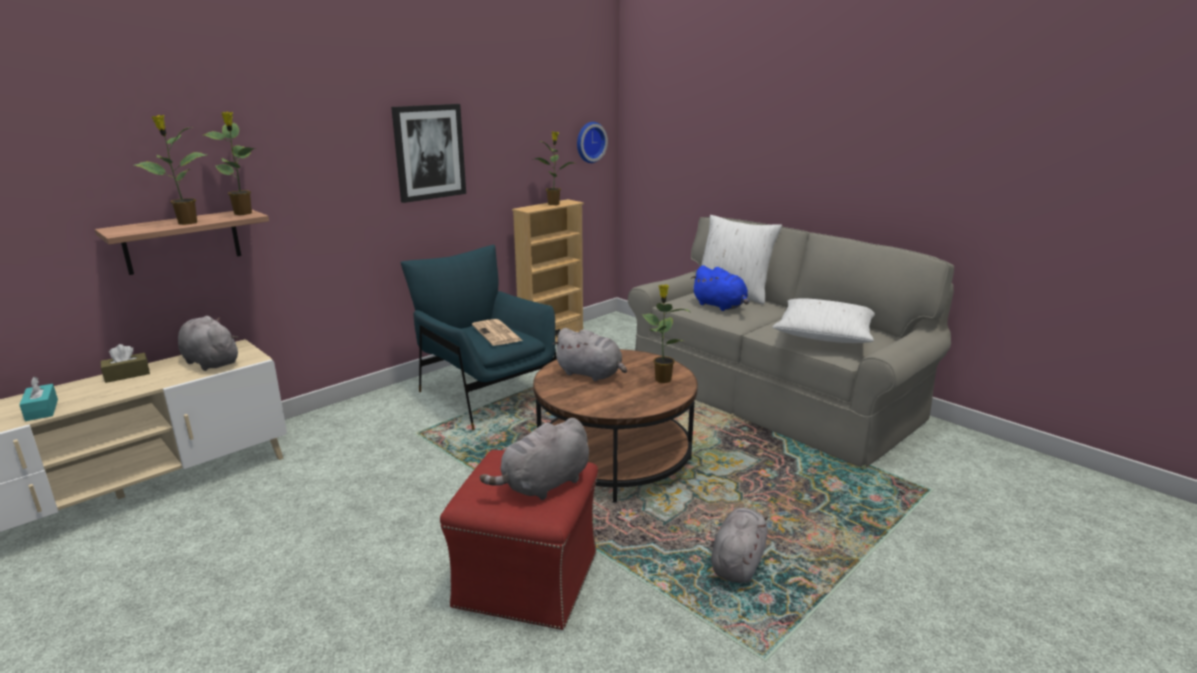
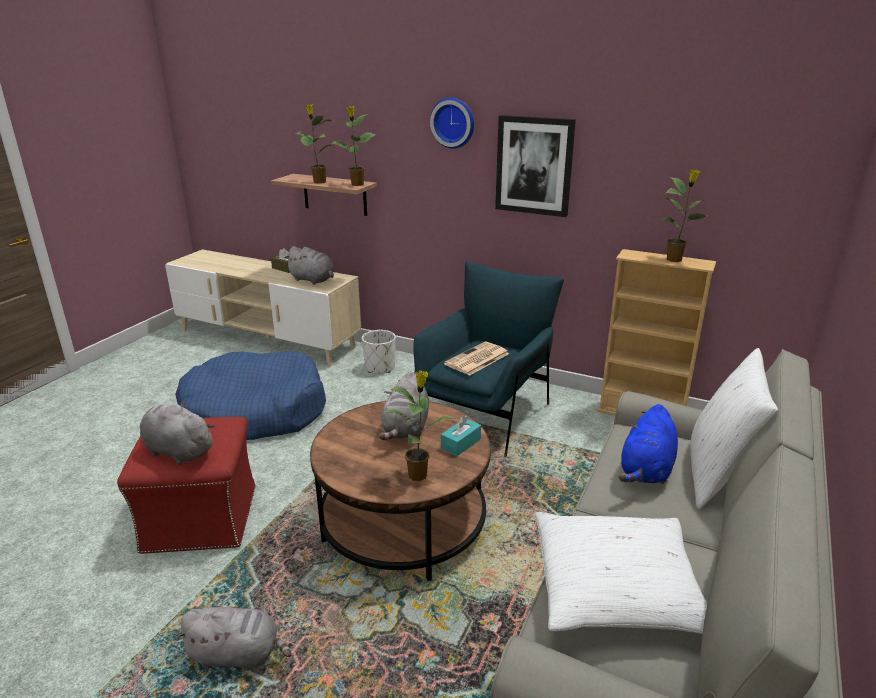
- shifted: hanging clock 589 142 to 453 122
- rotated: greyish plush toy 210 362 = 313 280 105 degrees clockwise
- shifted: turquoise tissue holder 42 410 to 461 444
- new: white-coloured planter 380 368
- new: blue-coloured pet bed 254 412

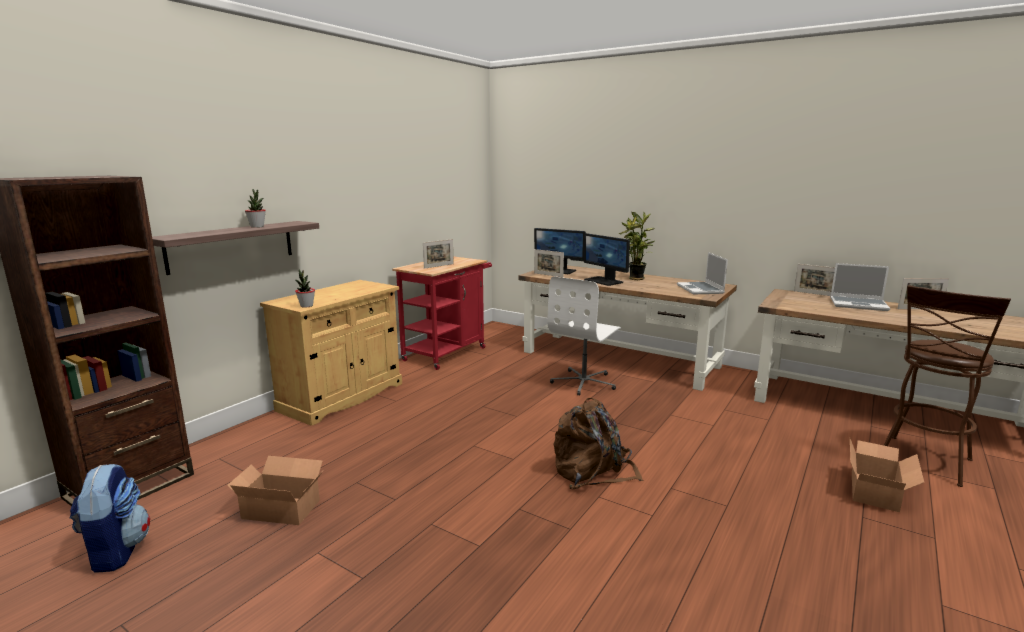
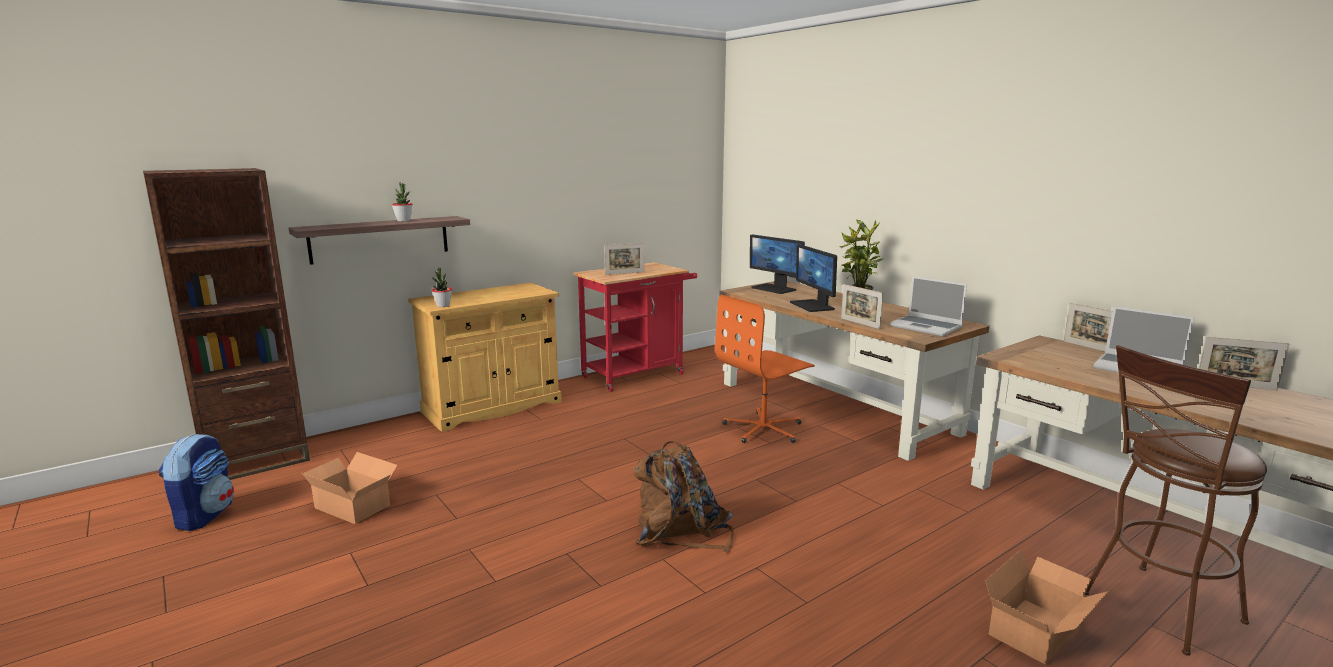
- shifted: picture frame 548 275 to 860 323
- rotated: portable computer 701 289 = 927 327 60 degrees counterclockwise
- repainted: white-coloured computer chair 584 382 to orange computer chair 764 429

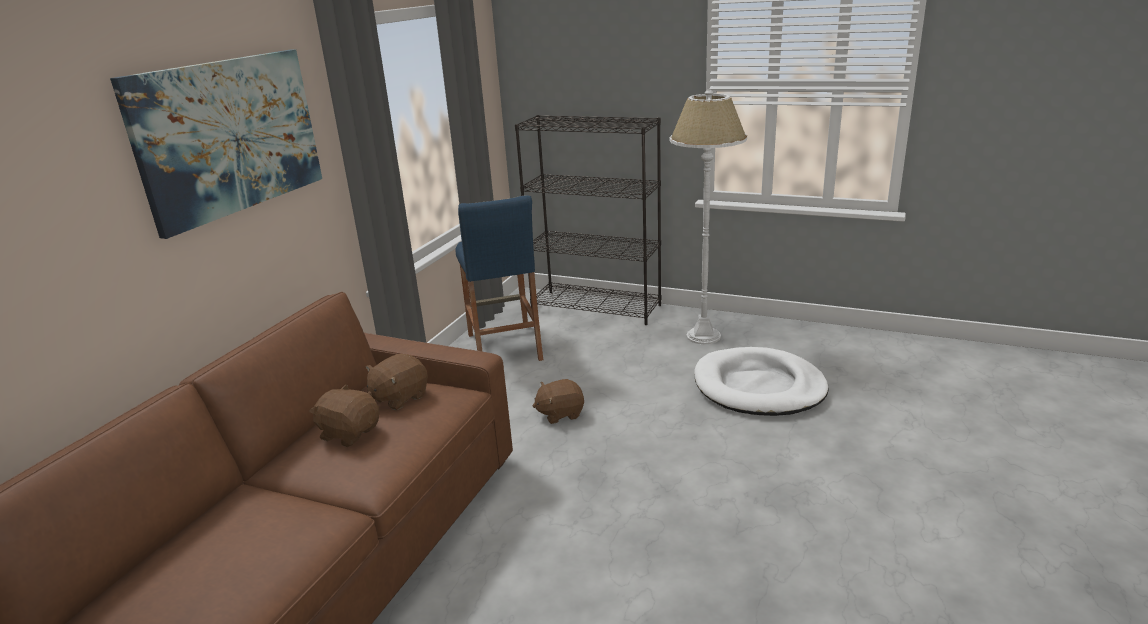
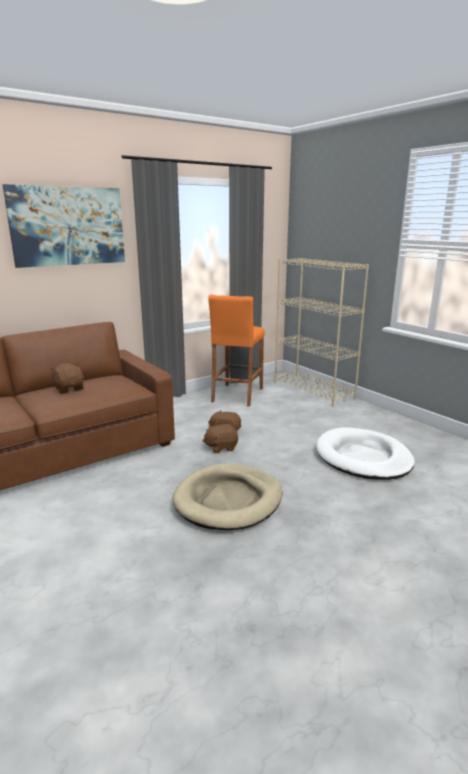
- gone: white-coloured standing lamp 703 336
- repainted: black shelving unit 596 307 to beige-coloured shelving unit 313 390
- repainted: blue-coloured stool seat 504 347 to orange stool seat 237 395
- shifted: brownish plush toy 399 397 to 221 447
- new: beige-coloured pet bed 228 500

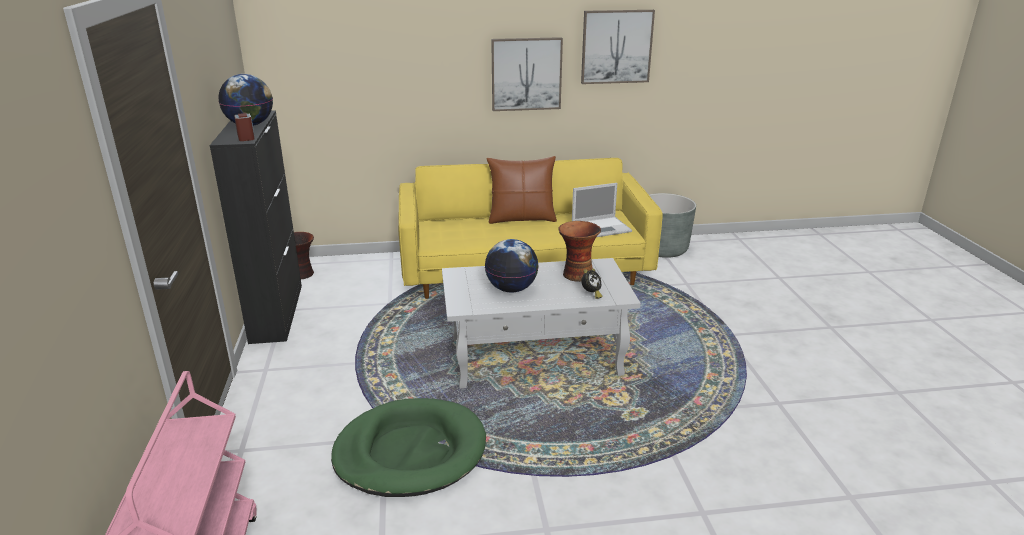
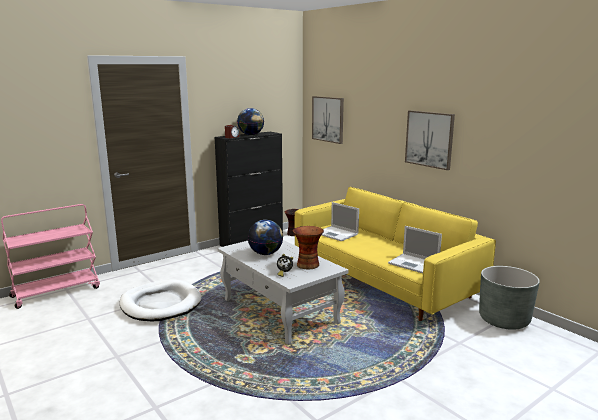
- shifted: wall picture 616 46 to 328 119
- gone: brownish cushion 521 219
- repainted: green pet bed 410 452 to white-coloured pet bed 160 304
- new: portable computer 337 234

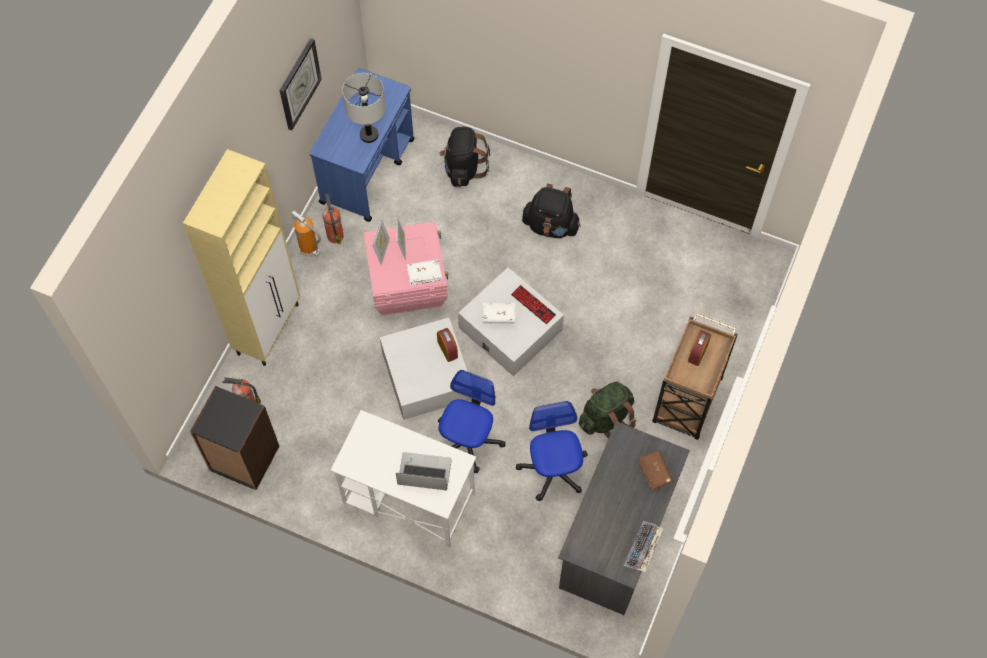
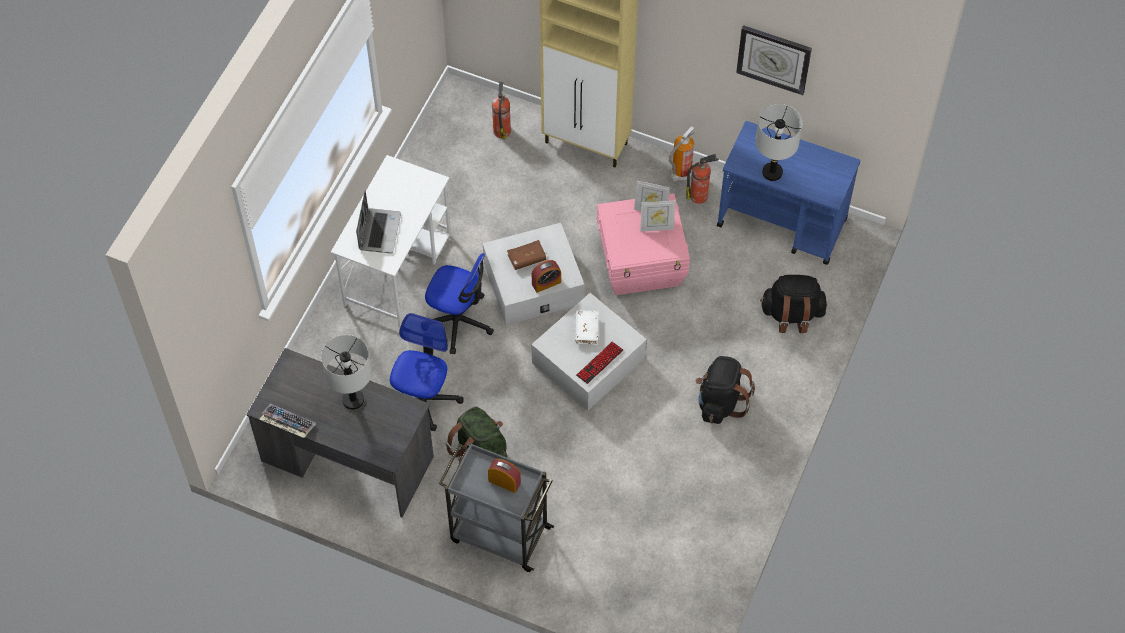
- gone: white-coloured volume 424 274
- repainted: brownish wheeled cart 687 402 to greyish wheeled cart 498 533
- gone: black shelving unit 244 459
- rotated: computer chair 553 469 = 423 399 60 degrees counterclockwise
- shifted: brownish volume 655 472 to 527 258
- new: greyish lamp for a table 353 400

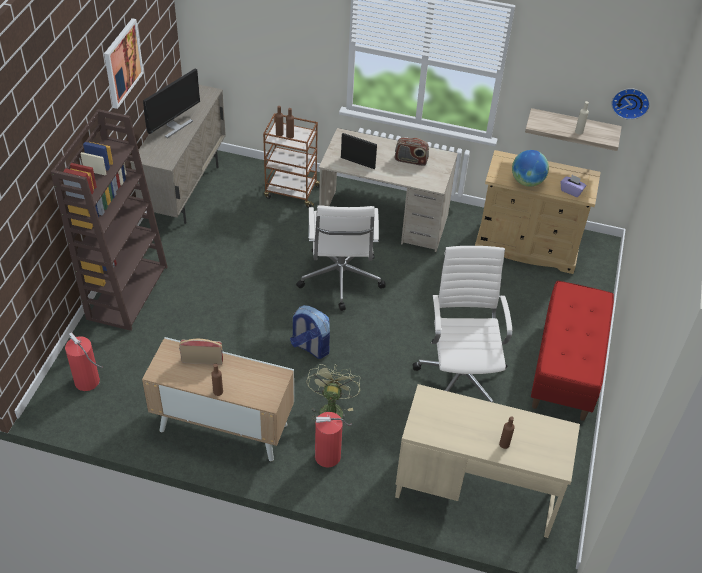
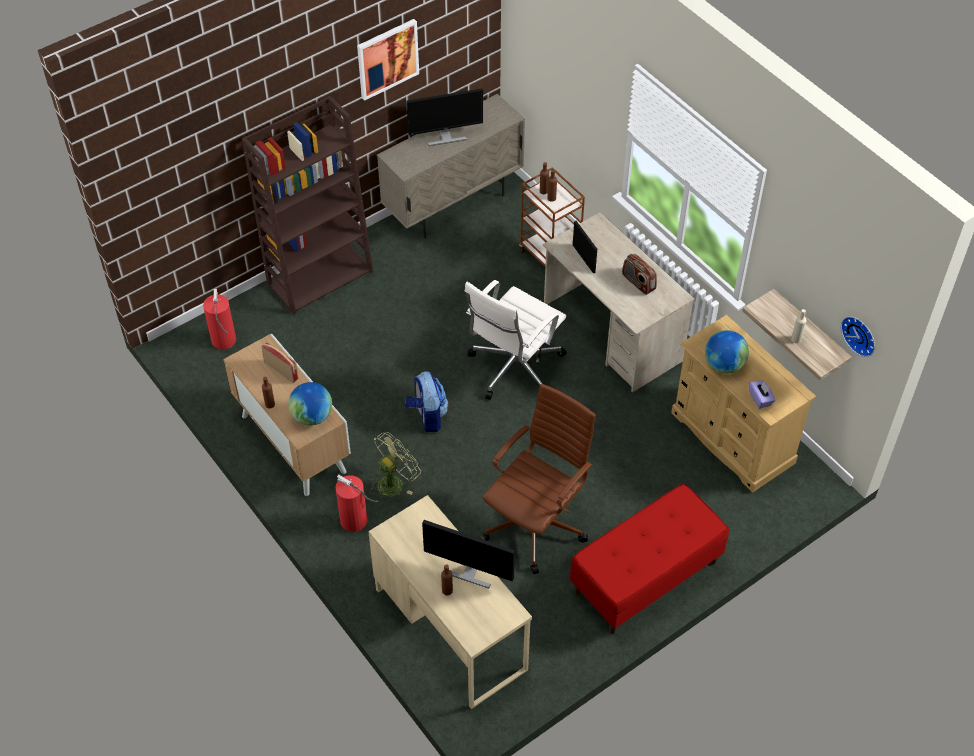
- repainted: white-coloured computer chair 461 376 to brownish computer chair 536 523
- new: globe 312 416
- new: computer screen 469 572

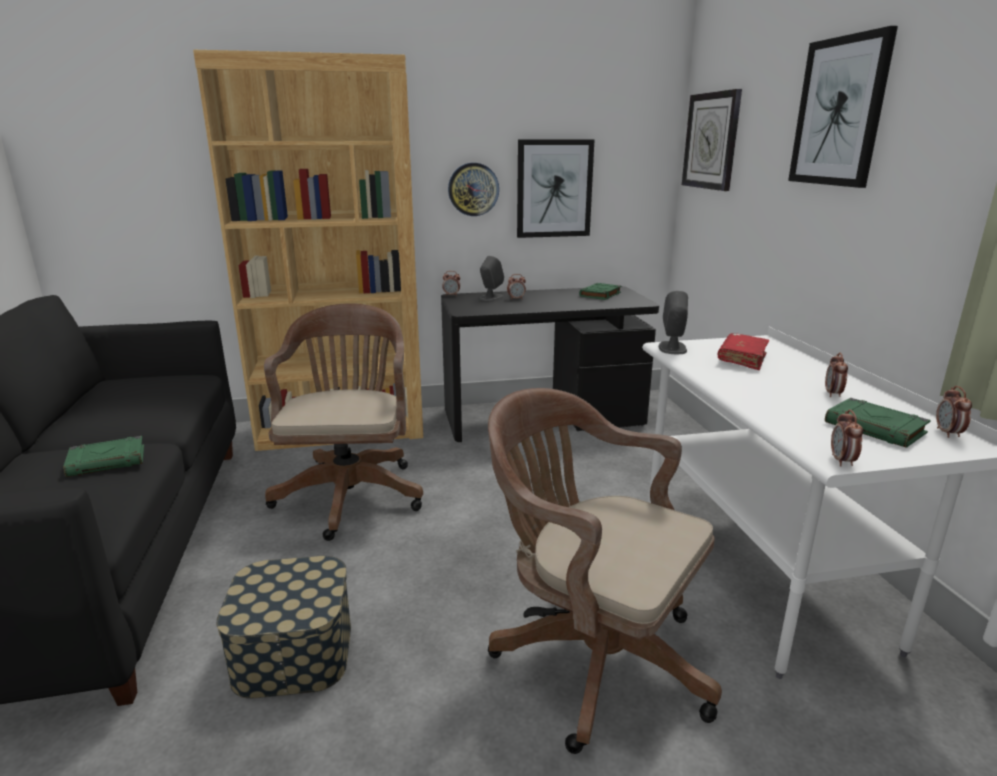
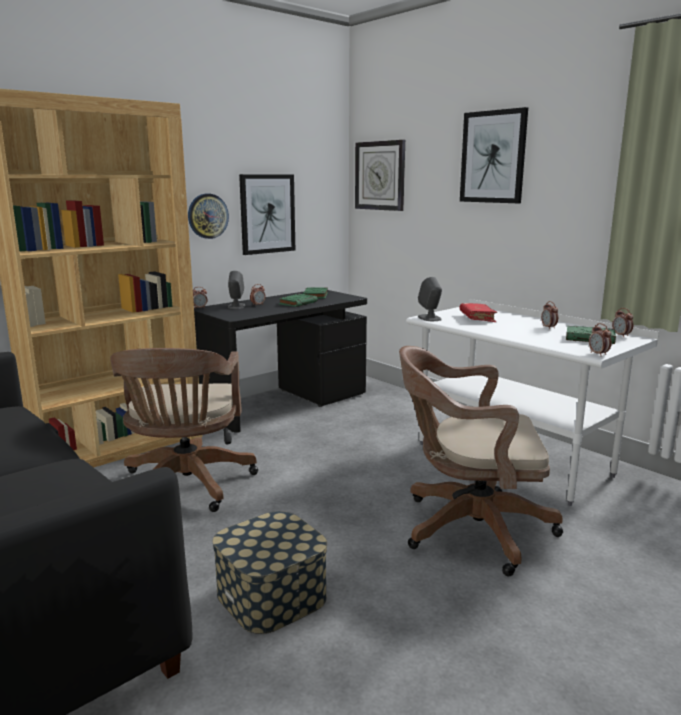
- rotated: brownish computer chair 351 492 = 186 487 150 degrees counterclockwise
- shifted: green volume 108 461 to 298 303

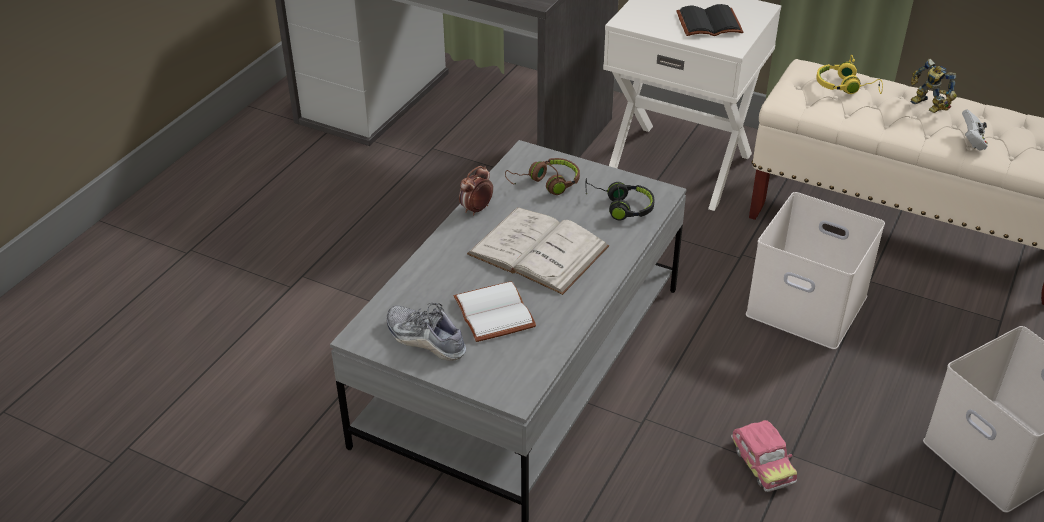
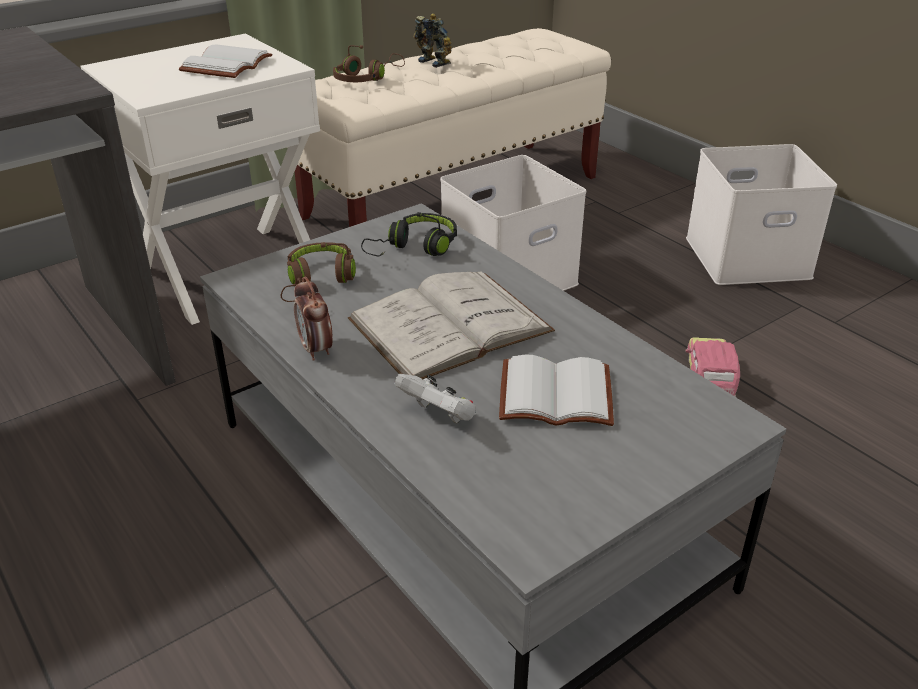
- repainted: black volume 708 25 to white-coloured volume 228 66
- repainted: yellowish pair of headphones 846 87 to brownish pair of headphones 365 78
- rotated: robot figure 926 106 = 435 61 120 degrees counterclockwise
- shifted: white-coloured joypad 971 142 to 439 416
- gone: item of footwear 425 339
- rotated: toy car 761 464 = 709 378 90 degrees counterclockwise

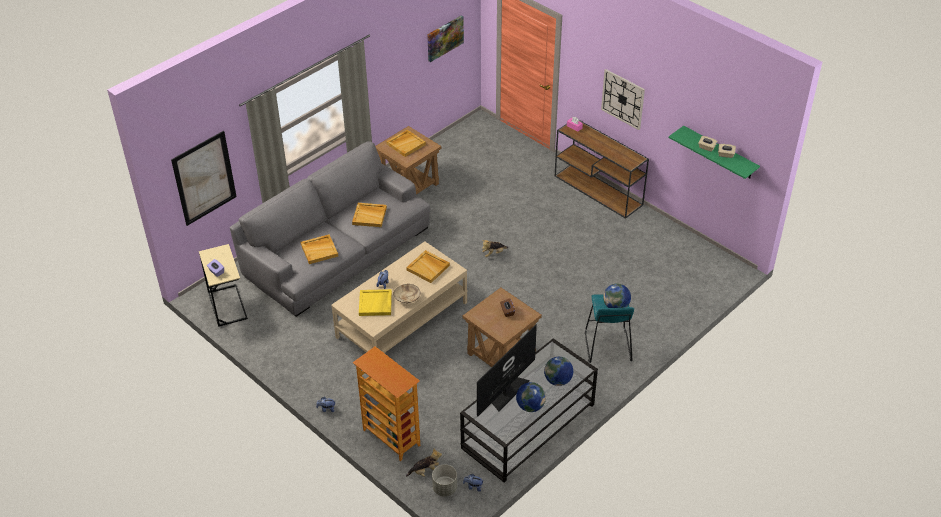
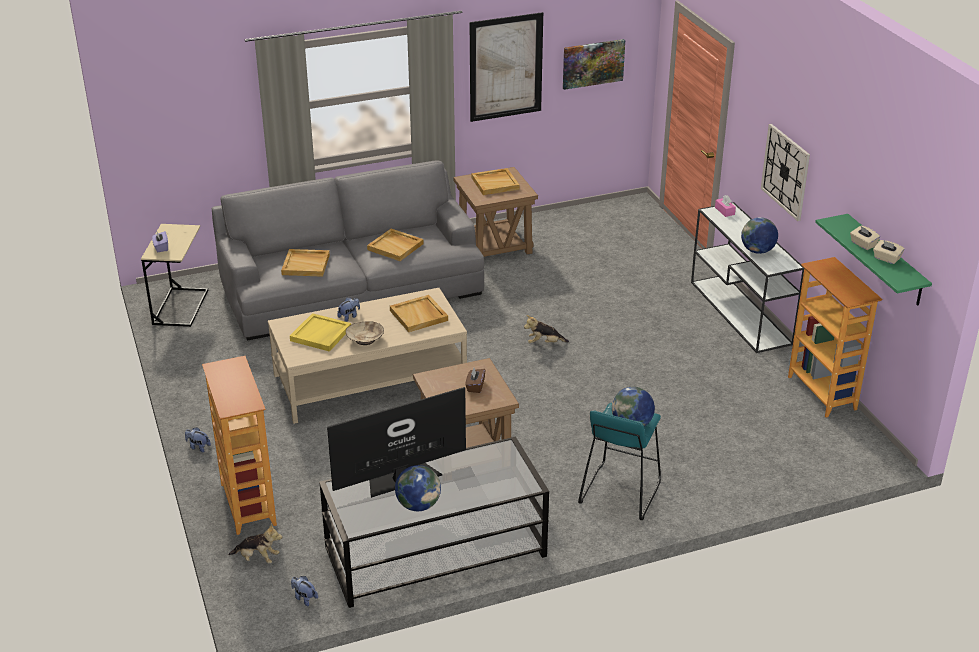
- repainted: brownish narrow table 599 191 to white-coloured narrow table 741 313
- shifted: wall picture 204 178 to 506 67
- shifted: globe 558 380 to 757 251
- gone: greyish planter 444 488
- new: shelving unit 822 393

